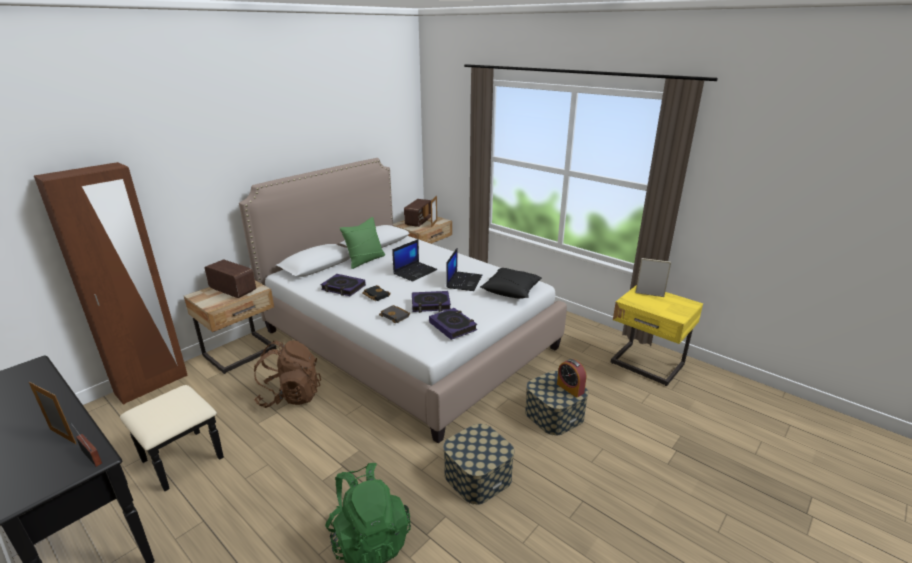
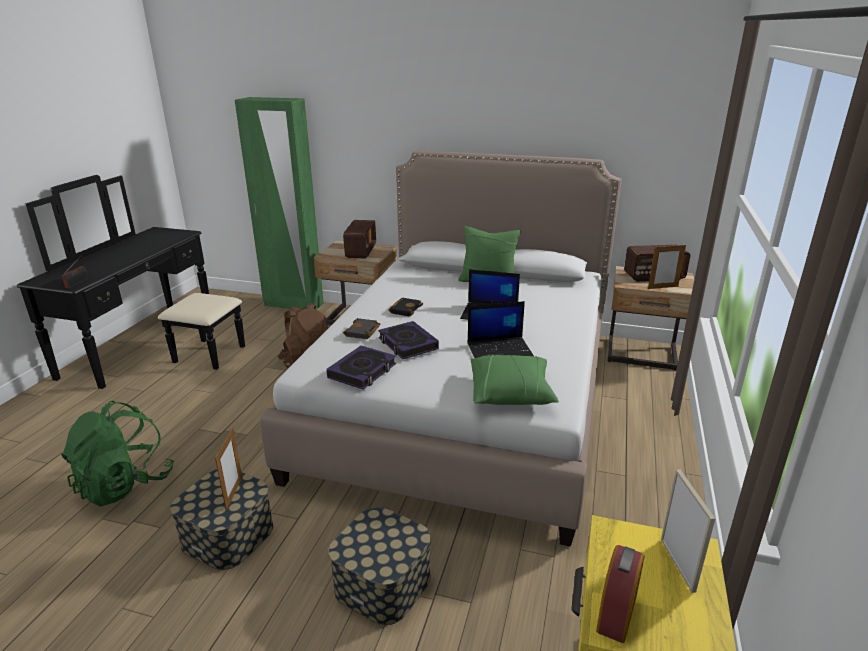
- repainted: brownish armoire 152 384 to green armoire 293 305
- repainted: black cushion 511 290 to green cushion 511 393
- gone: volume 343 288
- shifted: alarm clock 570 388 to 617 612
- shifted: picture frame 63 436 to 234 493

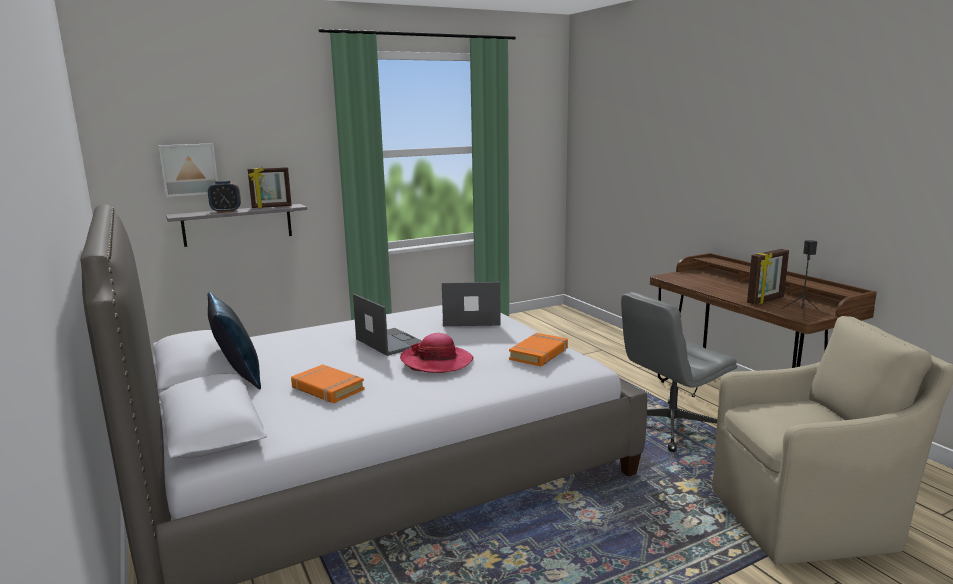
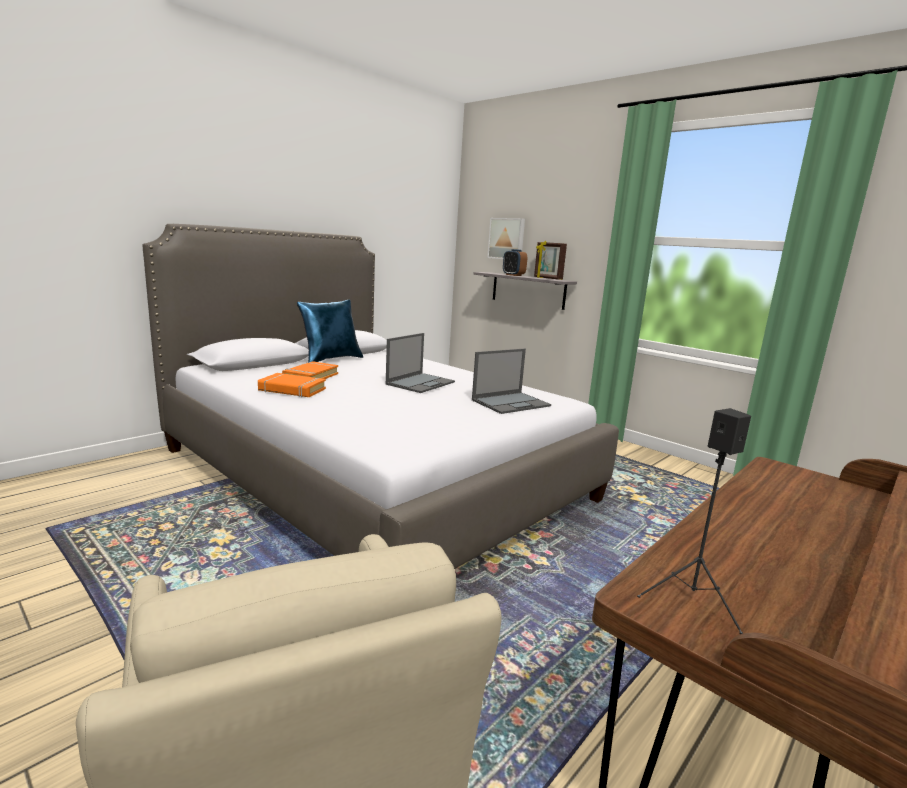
- gone: picture frame 766 300
- rotated: portable computer 471 319 = 511 403 75 degrees clockwise
- gone: greyish computer chair 670 427
- gone: hat 436 361
- shifted: orange volume 539 354 to 292 390

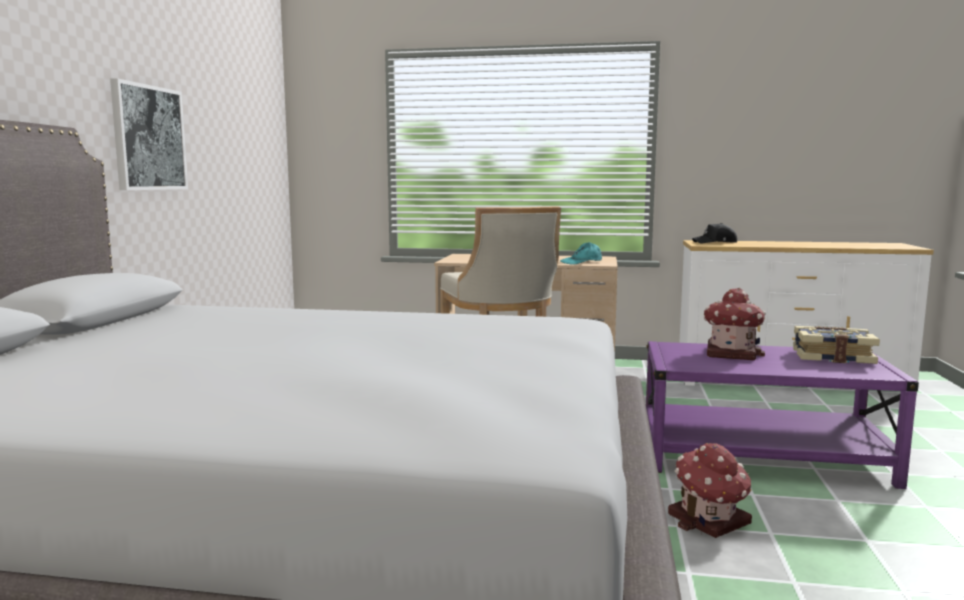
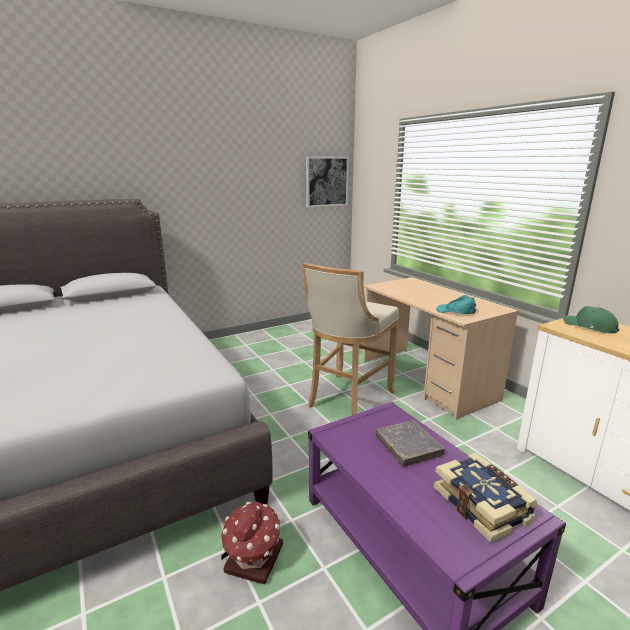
- shifted: wall picture 148 138 to 326 181
- repainted: black cap 715 242 to green cap 590 327
- swapped: toy house 731 353 to greyish volume 408 446

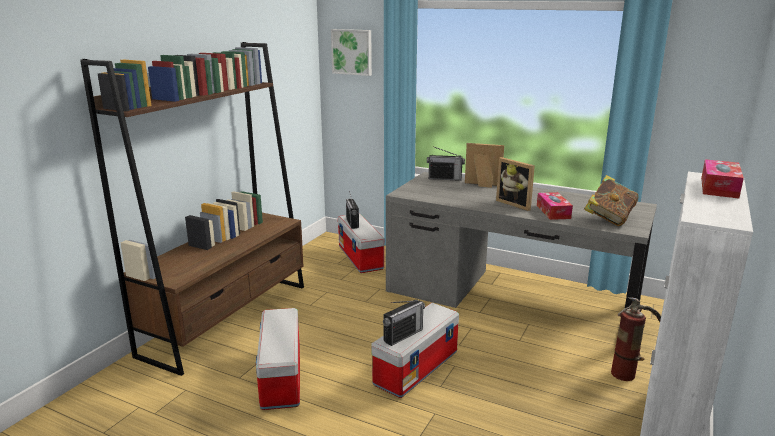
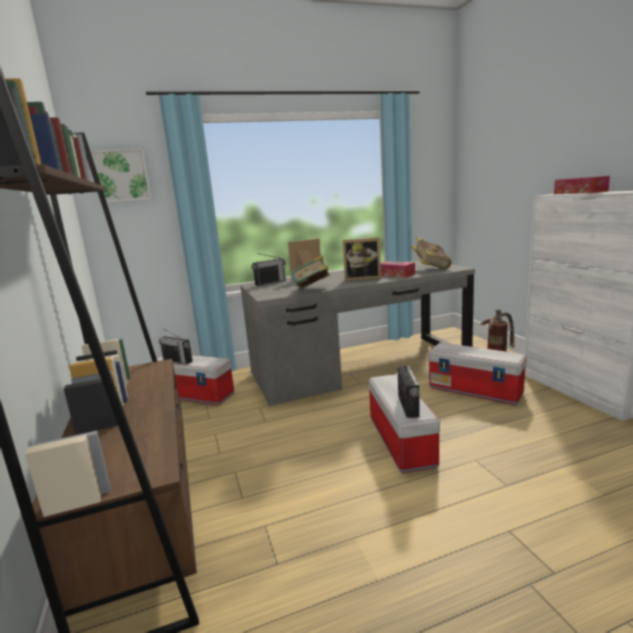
- shifted: storage bin 282 377 to 476 390
- new: volume 312 290

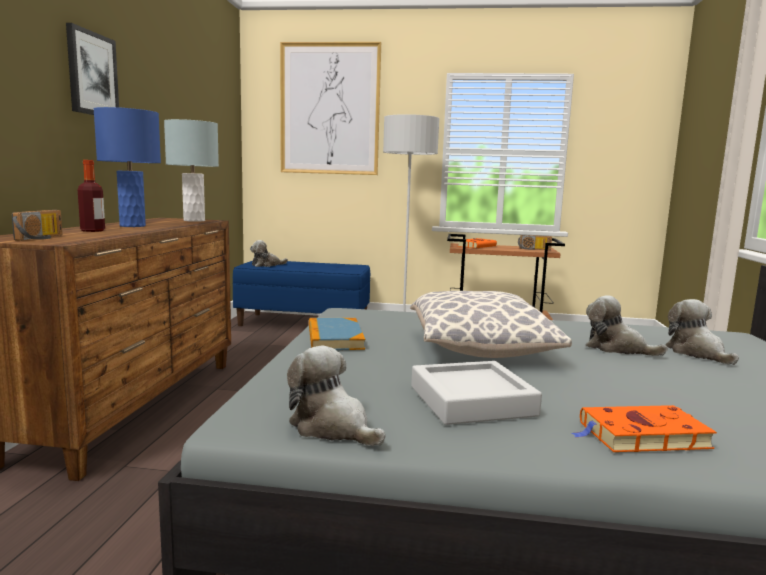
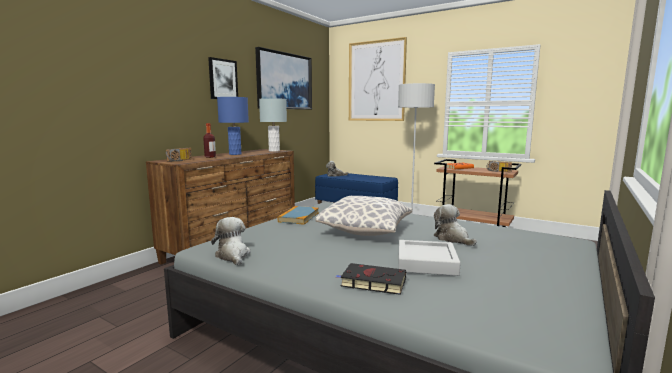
- gone: plush toy 697 353
- shifted: greyish tray 471 401 to 426 263
- repainted: orange volume 640 436 to black volume 371 282
- new: wall picture 284 81

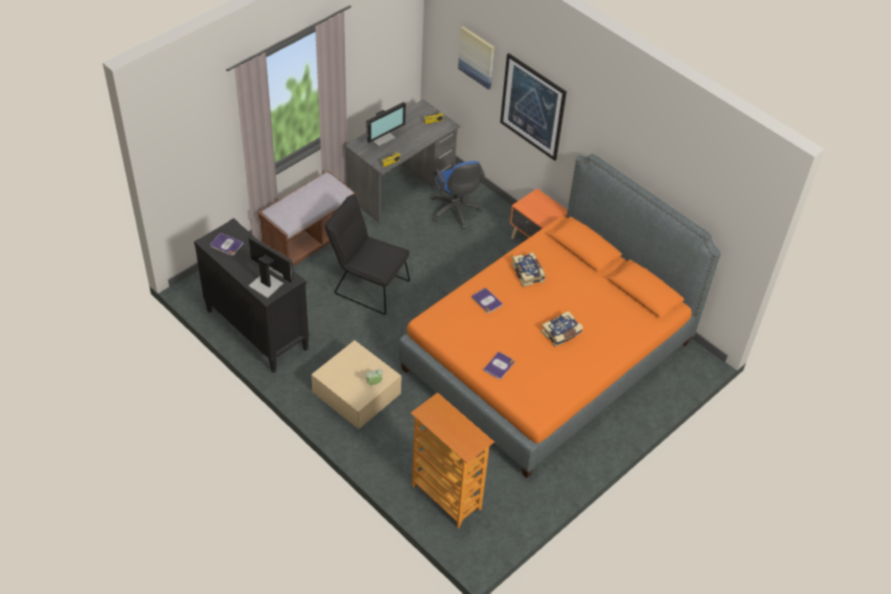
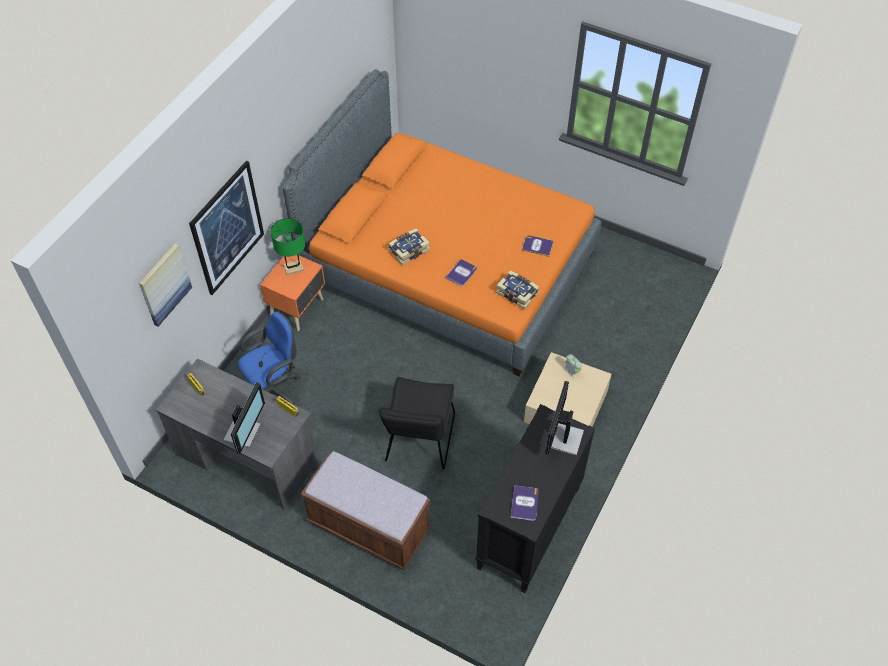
- rotated: computer screen 381 137 = 244 432 75 degrees clockwise
- shifted: volume 561 334 to 517 293
- gone: shelving unit 445 498
- new: green lamp for a table 293 267

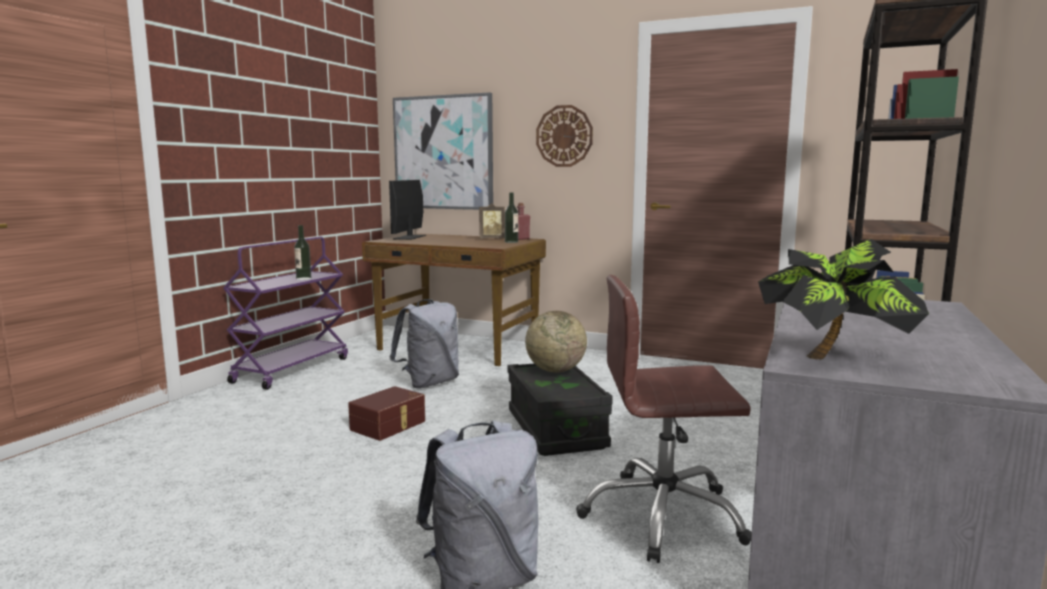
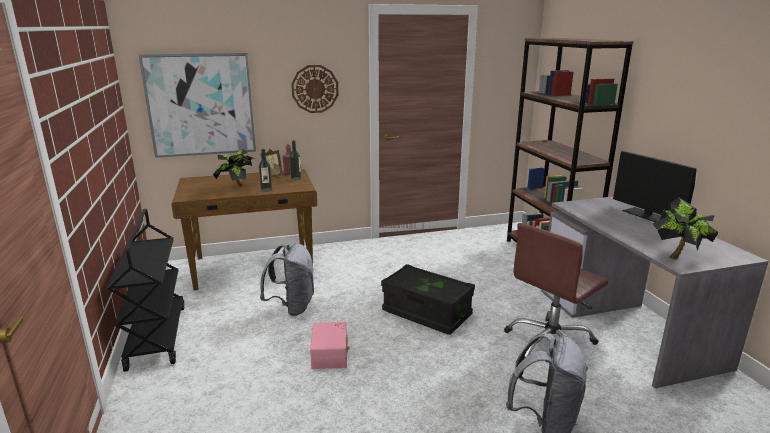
- shifted: computer screen 410 237 to 647 215
- shifted: bottle 303 278 to 266 190
- repainted: purple wheeled cart 292 369 to black wheeled cart 156 336
- gone: globe 555 370
- repainted: brownish storage bin 389 426 to pinkish storage bin 331 353
- new: plant in a pot 237 187

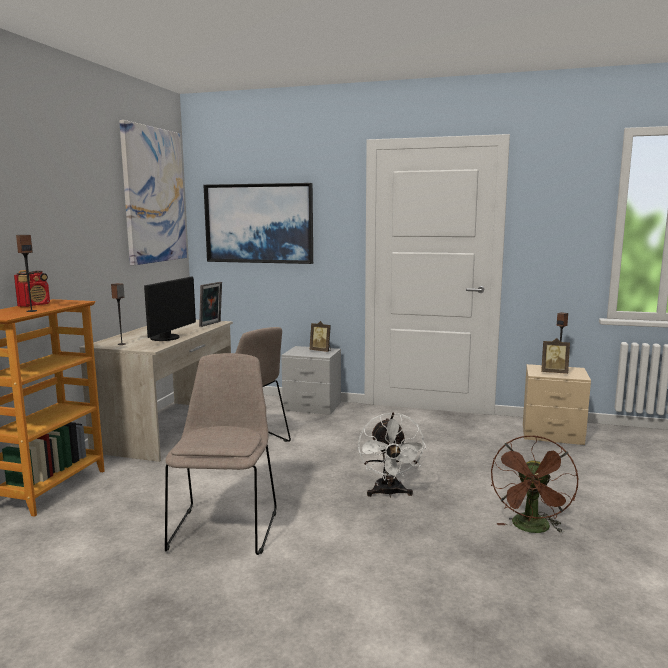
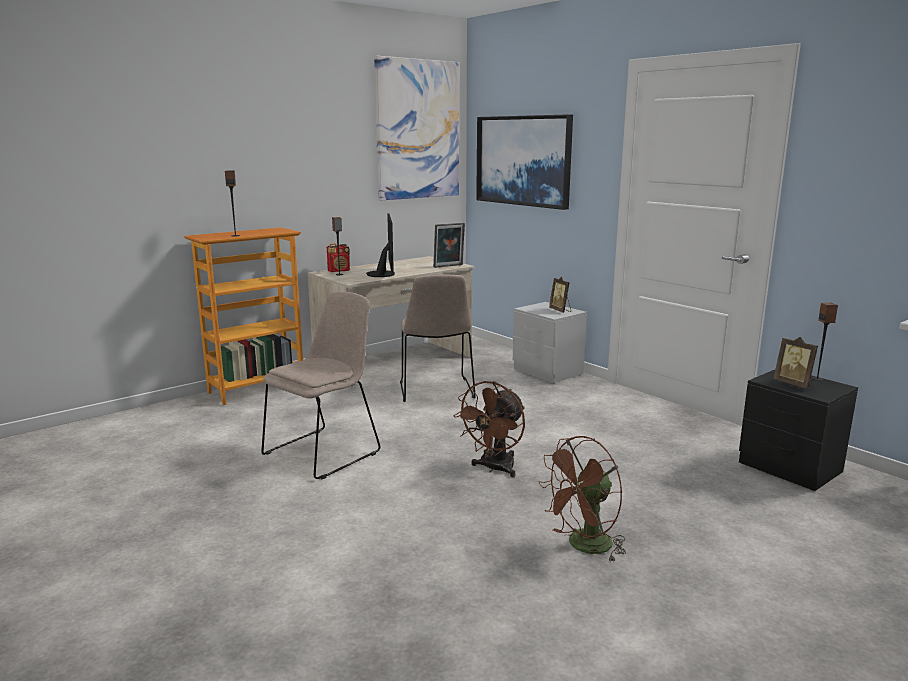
- shifted: radio set 34 305 to 339 271
- rotated: computer screen 168 338 = 384 274 60 degrees counterclockwise
- repainted: beige-coloured nightstand 552 434 to black nightstand 789 467
- repainted: white-coloured fan 389 493 to brownish fan 494 469

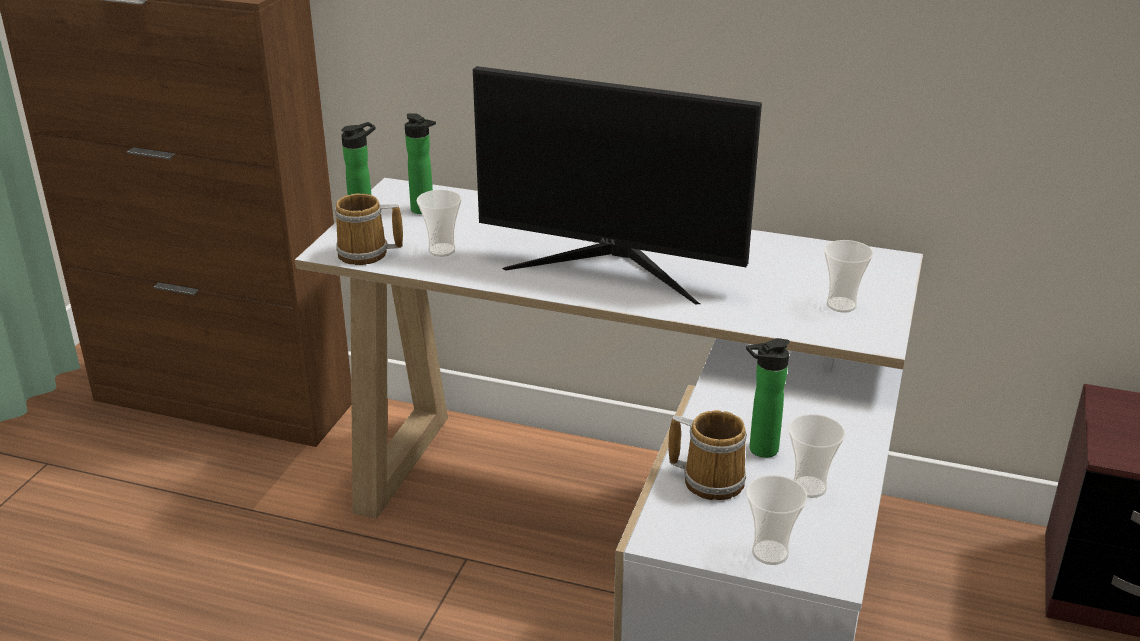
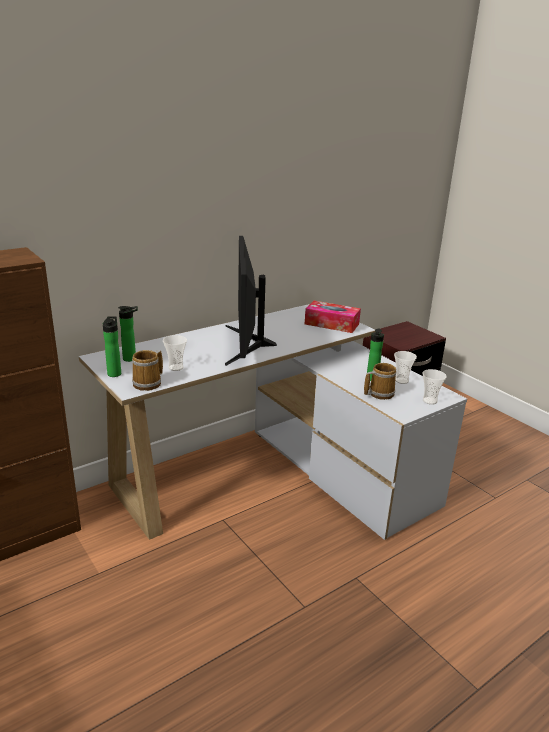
- rotated: computer screen 613 266 = 246 344 120 degrees clockwise
- swapped: drinking cup 841 305 to tissue holder 331 324

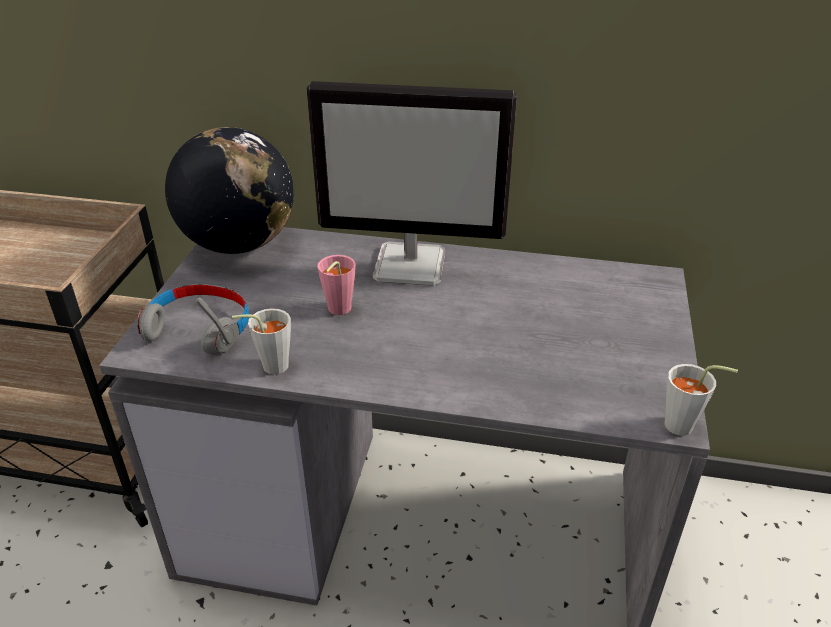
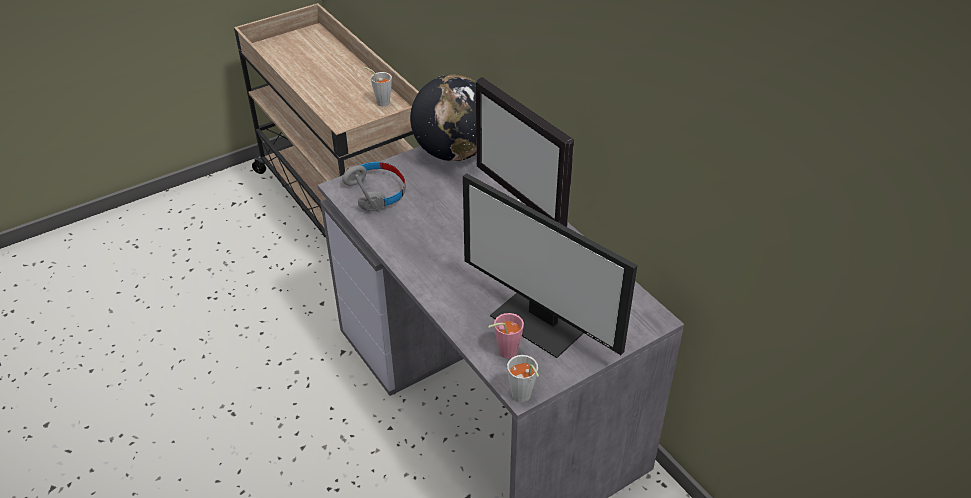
- shifted: pinkish drinking cup 337 311 to 504 353
- shifted: greyish drinking cup 269 366 to 380 101
- new: computer screen 541 321

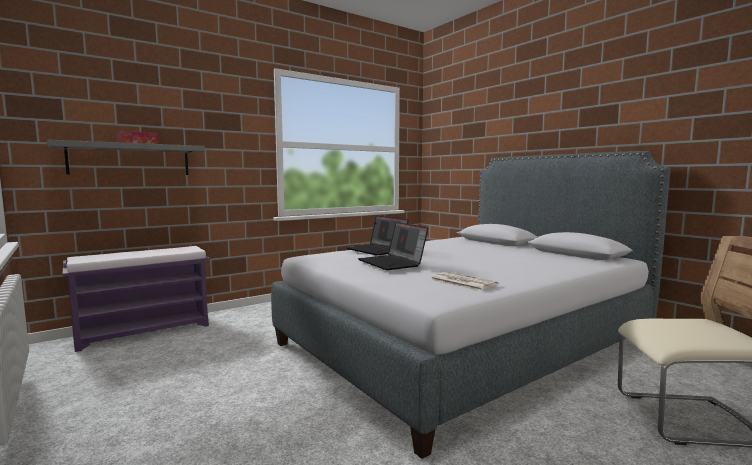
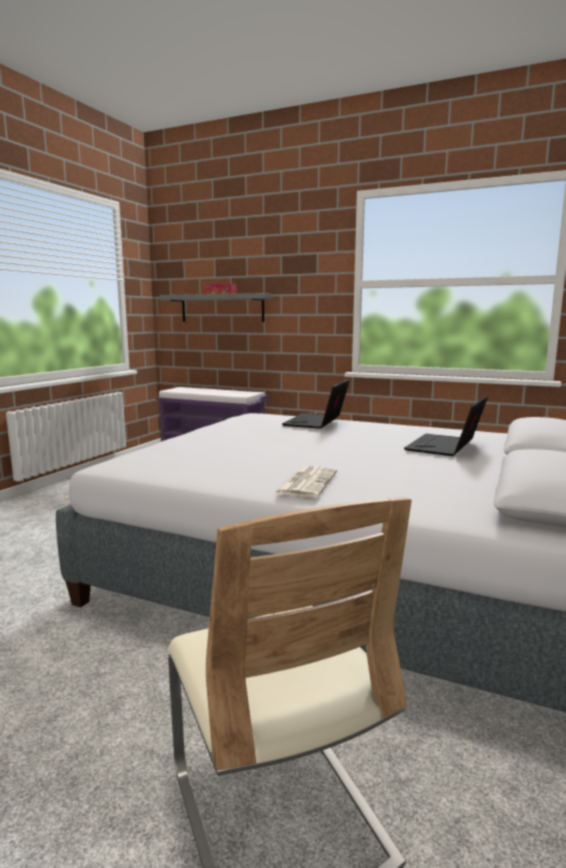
- shifted: portable computer 393 263 to 446 447
- shifted: newspaper 461 282 to 306 483

